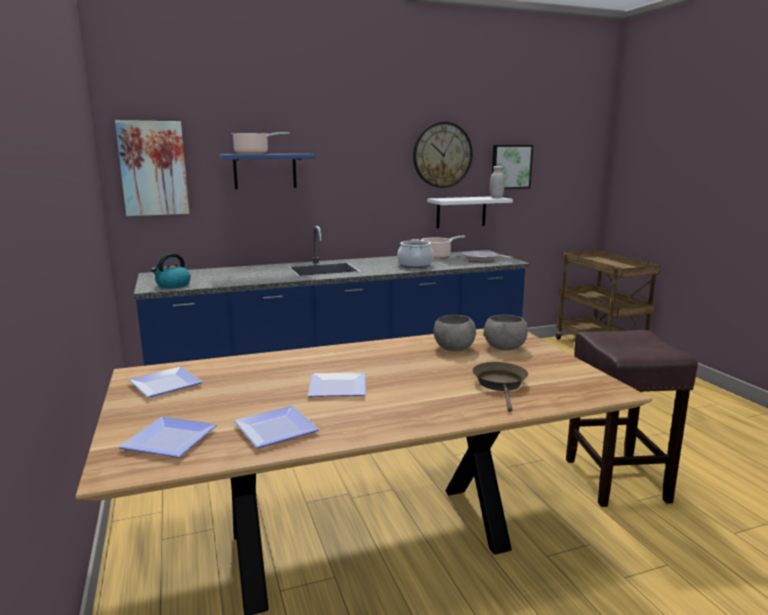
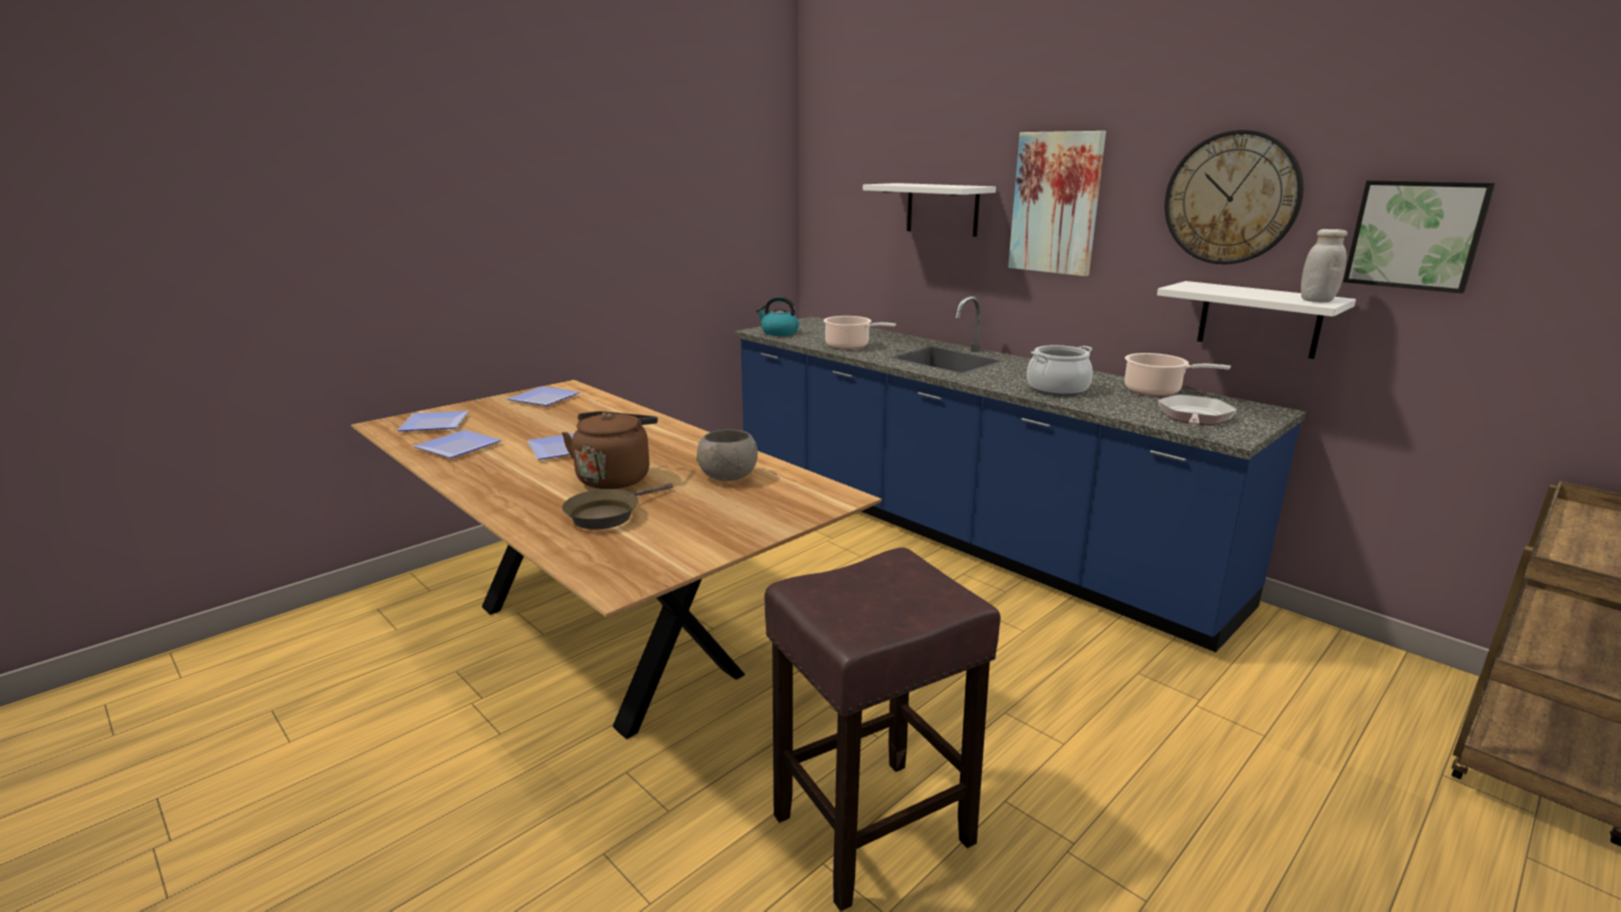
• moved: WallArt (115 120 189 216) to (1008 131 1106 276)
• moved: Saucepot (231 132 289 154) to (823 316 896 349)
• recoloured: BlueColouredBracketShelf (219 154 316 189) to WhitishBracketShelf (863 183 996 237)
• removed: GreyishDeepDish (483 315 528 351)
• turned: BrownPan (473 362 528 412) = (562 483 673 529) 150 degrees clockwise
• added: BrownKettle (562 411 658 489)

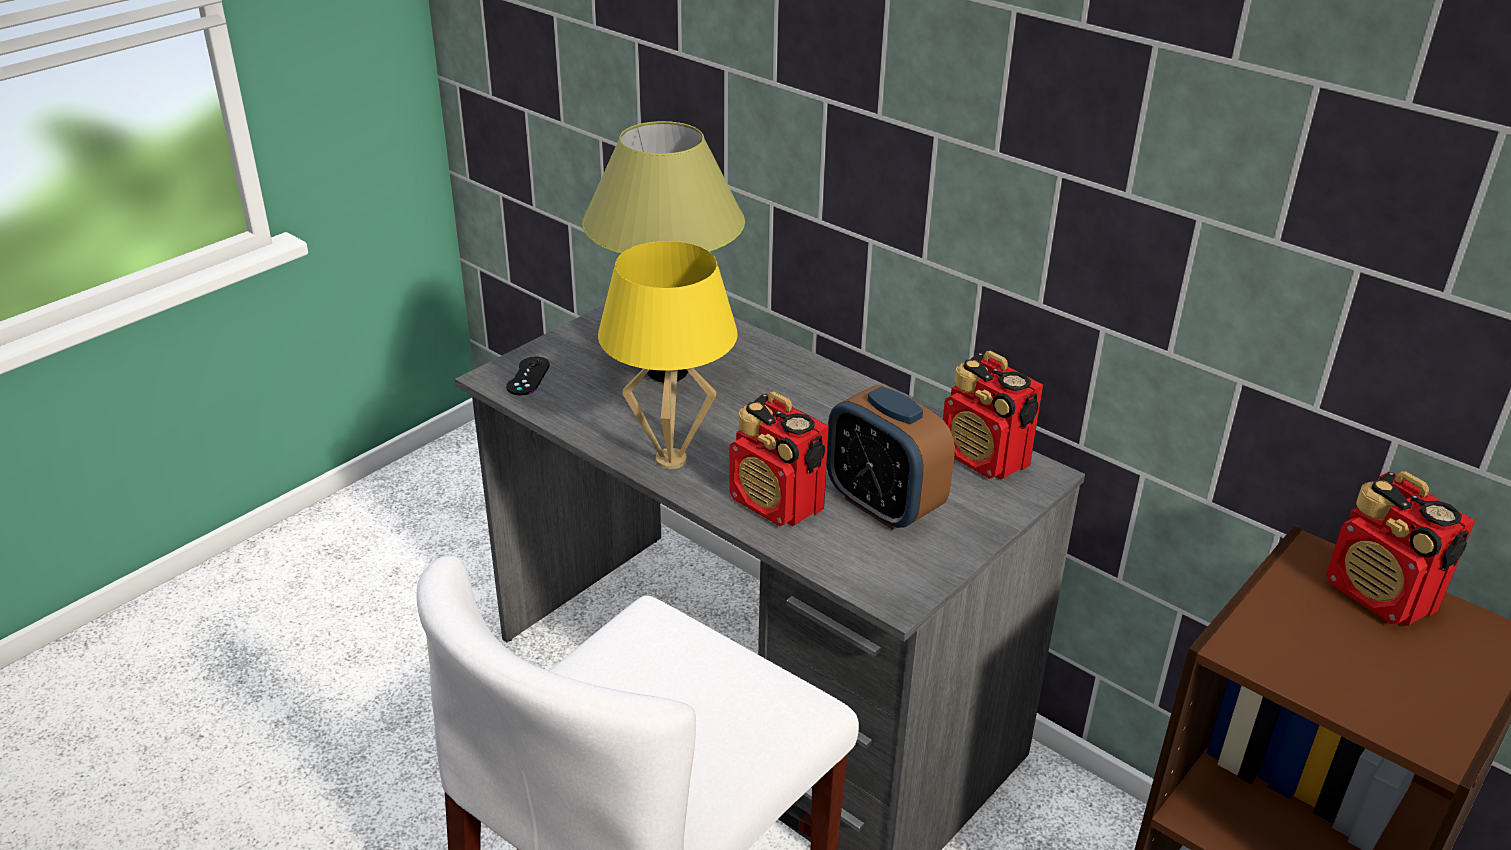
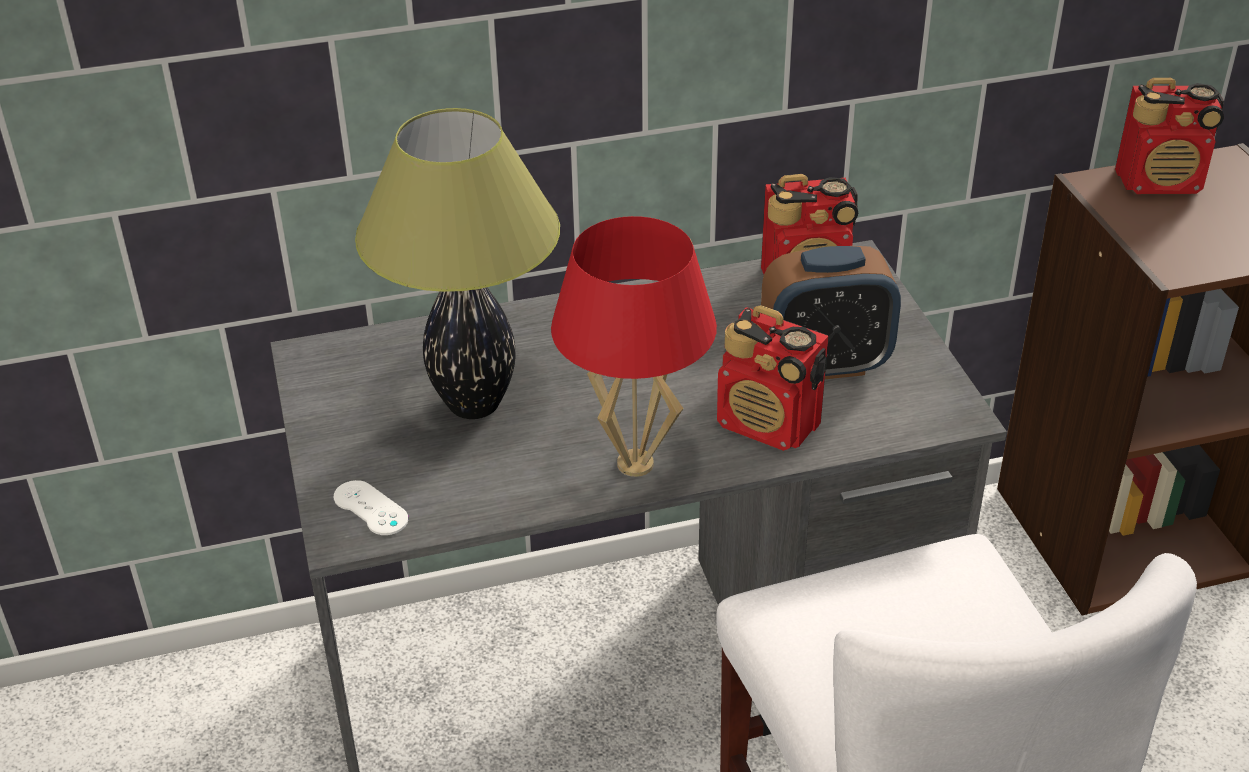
• recoloured: YellowColouredLampForATable (598 241 738 469) to ReddishLampForATable (551 216 717 477)
• recoloured: BlackColouredJoypad (506 356 550 395) to WhitishJoypad (334 480 408 535)
• turned: Radio (729 392 829 526) = (717 305 829 451) 45 degrees clockwise

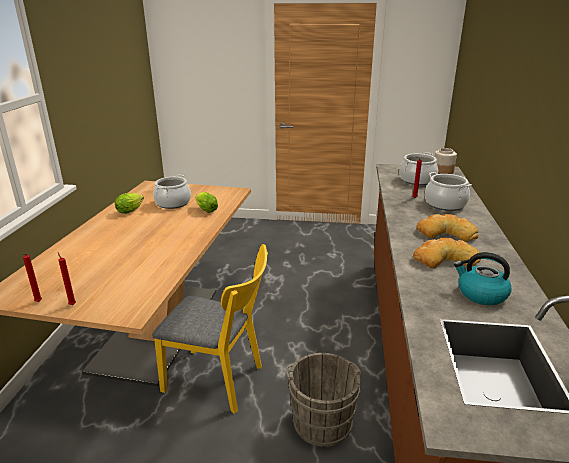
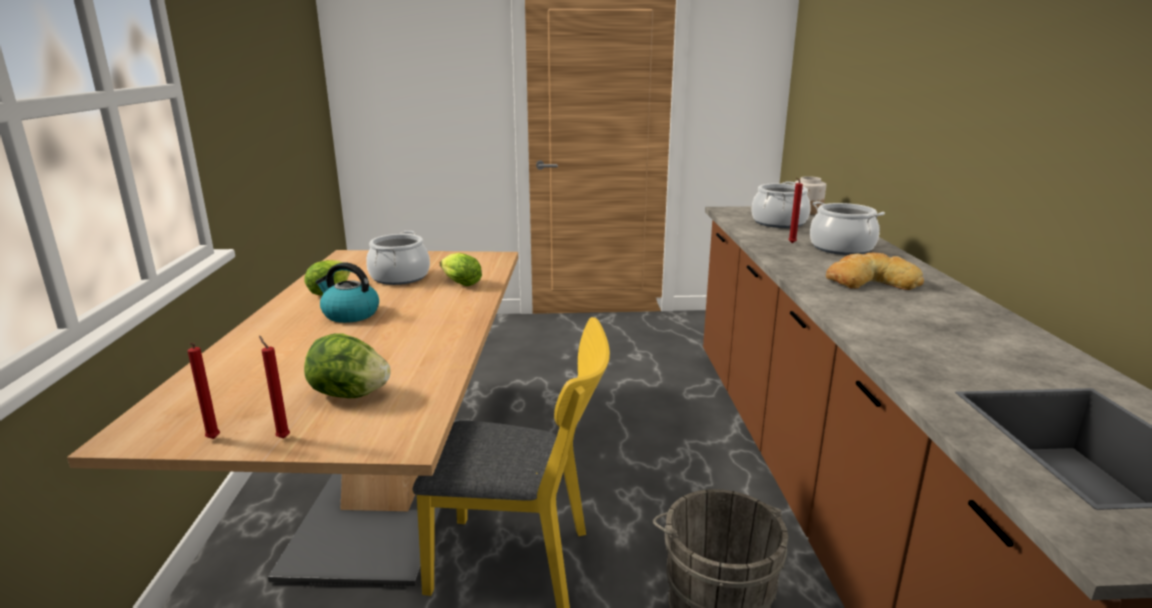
• removed: Bread (413 238 481 268)
• moved: Kettle (454 252 512 305) to (315 263 379 323)
• added: LettuceHead (304 333 391 398)

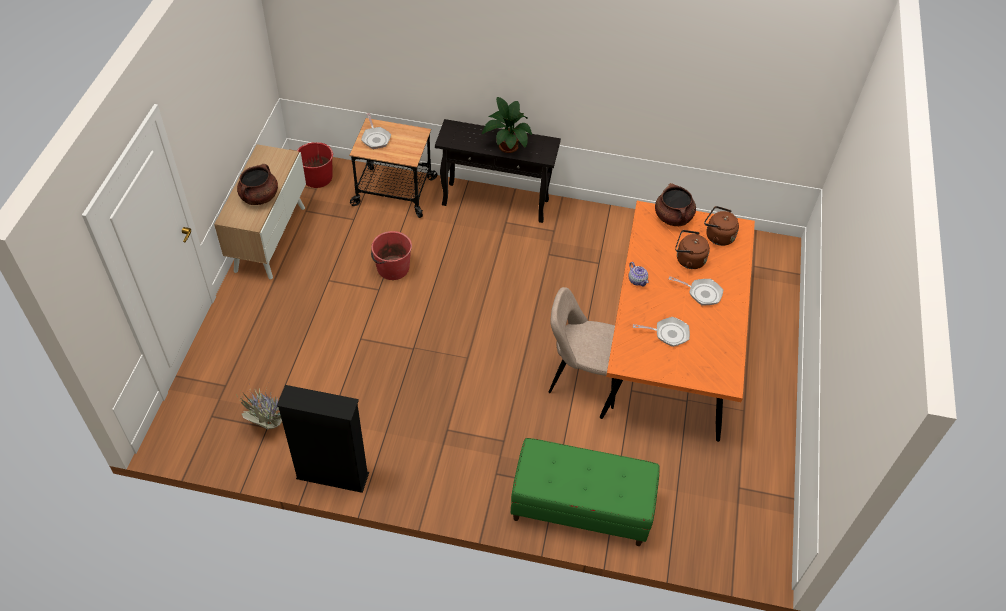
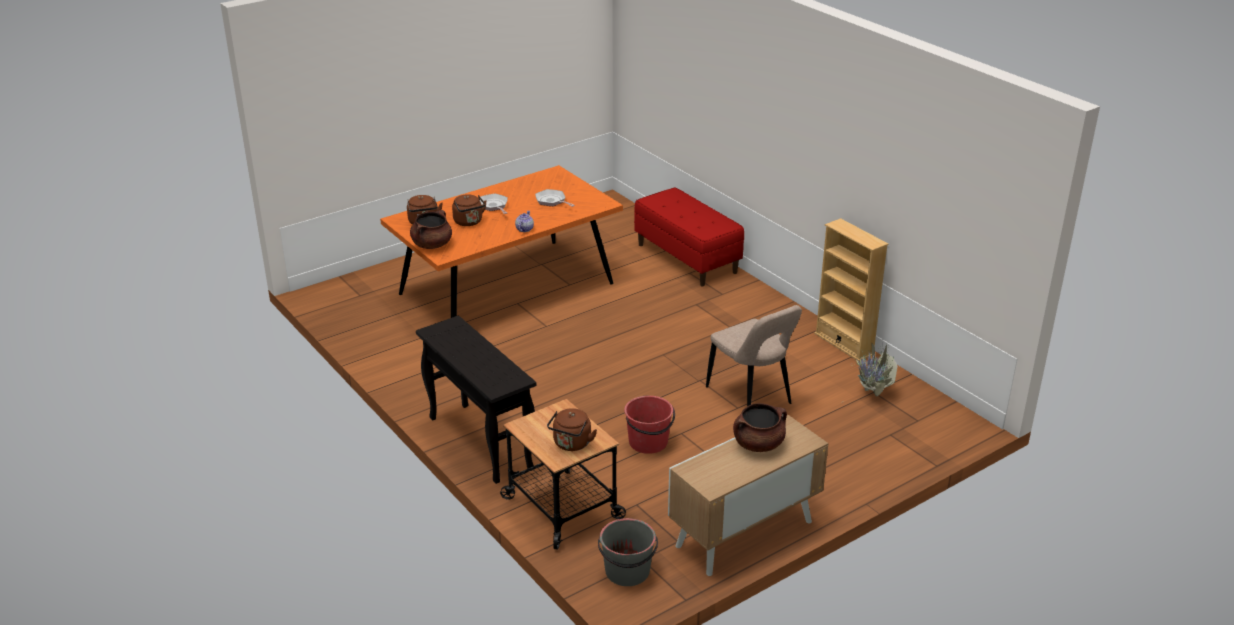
• removed: PottedPlant (482 97 532 153)
• replaced: Pan (361 113 391 149) to BrownKettle (547 408 597 451)
• recoloured: ReddishBucket (297 142 333 188) to GreyishBucket (598 518 658 586)
• moved: BeigeUprightChair (549 287 617 409) to (706 305 802 407)
• recoloured: BlackColouredBookcase (277 385 369 493) to BeigeBookcase (814 218 888 361)
• recoloured: GreenishBench (511 438 660 546) to ReddishBench (634 188 744 286)

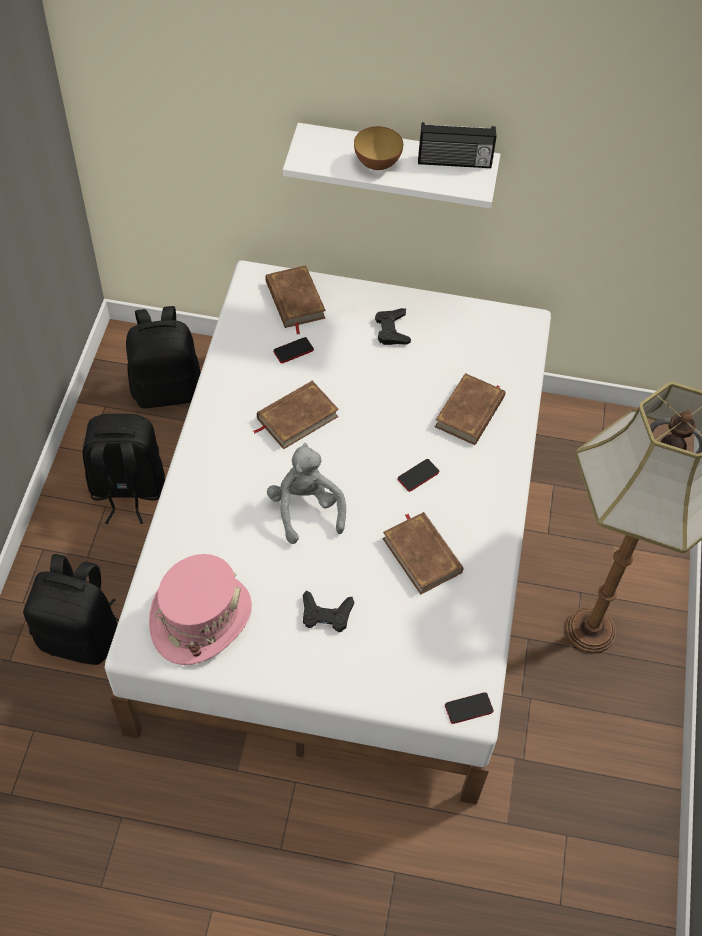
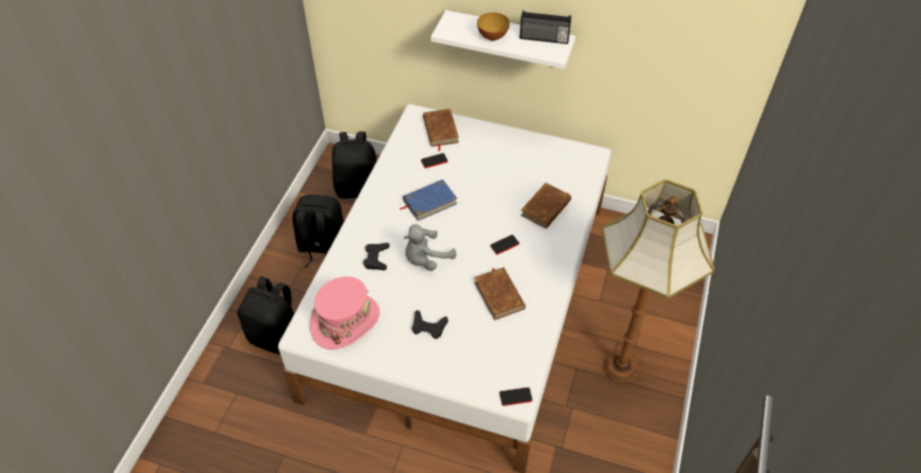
• moved: BlackColouredJoypad (375 308 411 345) to (363 243 390 270)
• recoloured: BrownBoundBook (253 381 339 449) to BlueColouredBoundBook (400 179 457 221)
• turned: GreyishSoftToy (267 443 346 544) = (404 224 456 271) 120 degrees counterclockwise

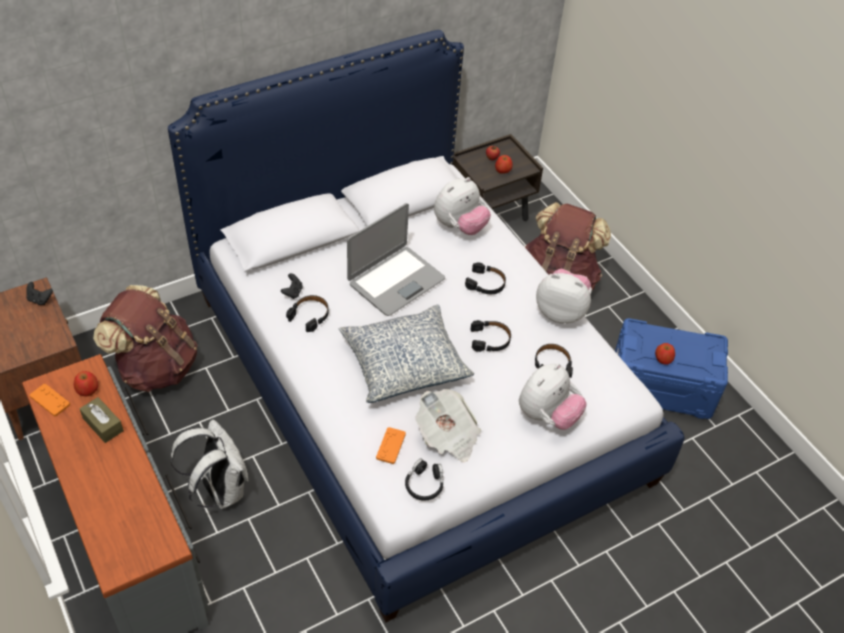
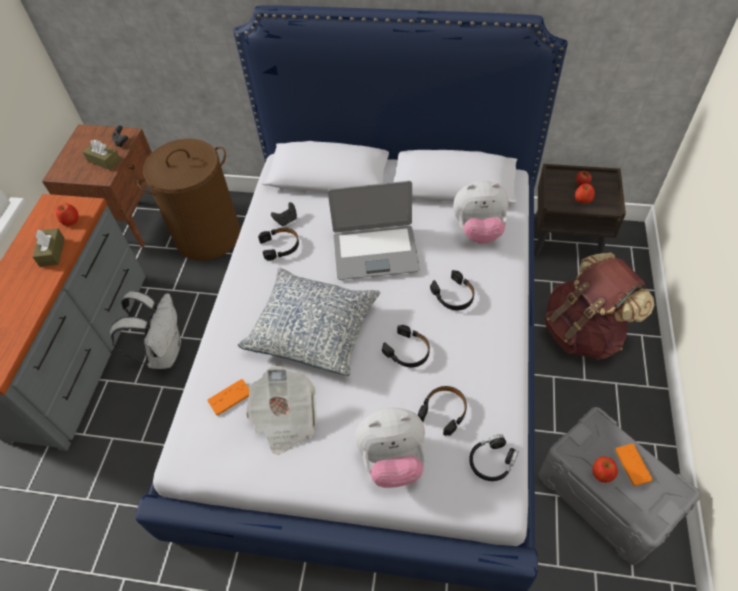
• removed: SoftToy (536 269 592 324)
• replaced: BrownRucksack (93 285 197 392) to BrownLaundryBasket (137 139 240 261)
• recoloured: BlueColouredStorageBox (615 318 728 419) to GreyishStorageBox (538 407 701 565)
• moved: OrangeColouredJoypad (29 384 70 417) to (615 443 653 486)
• moved: BlackColouredHeadset (405 459 443 501) to (469 434 519 481)
• added: BrownTissueHolder (83 140 121 170)

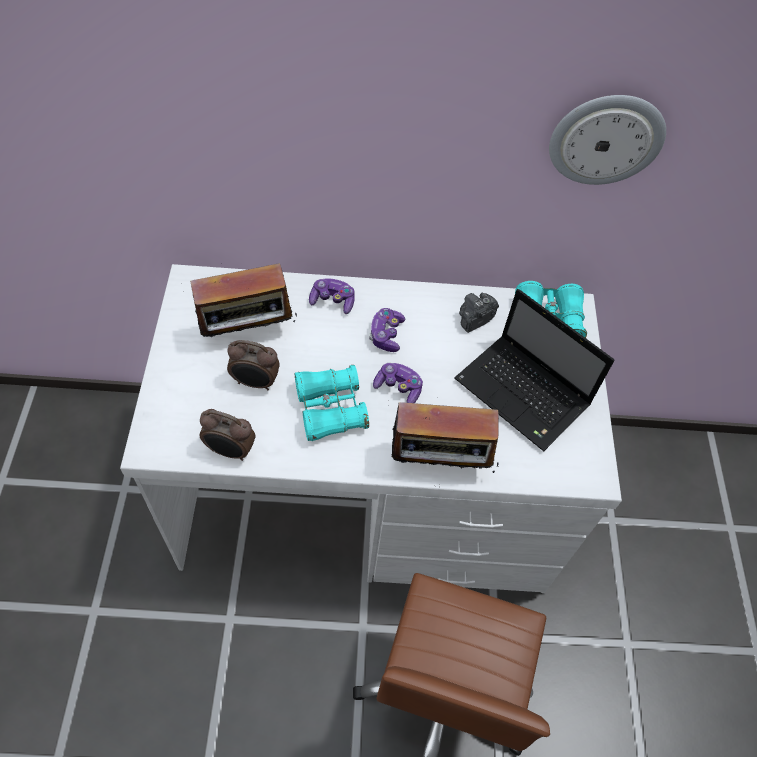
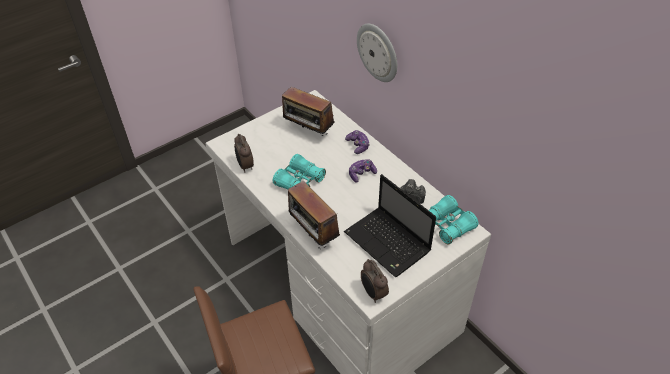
• moved: ClockOnTheWall (549 95 666 185) to (357 24 397 82)
• turned: NotebookComputer (454 289 615 451) = (344 174 436 277) 45 degrees counterclockwise
• moved: BedsideClock (227 340 280 390) to (361 259 389 303)
• removed: Joypad (373 363 423 403)

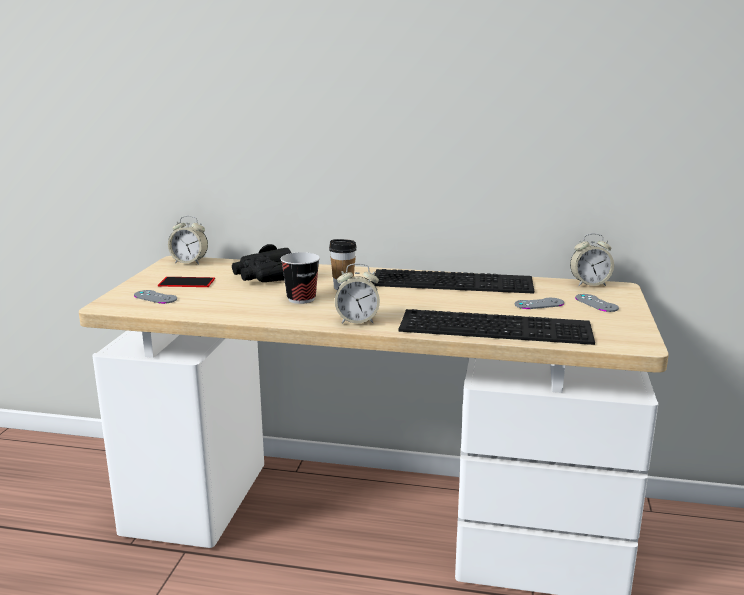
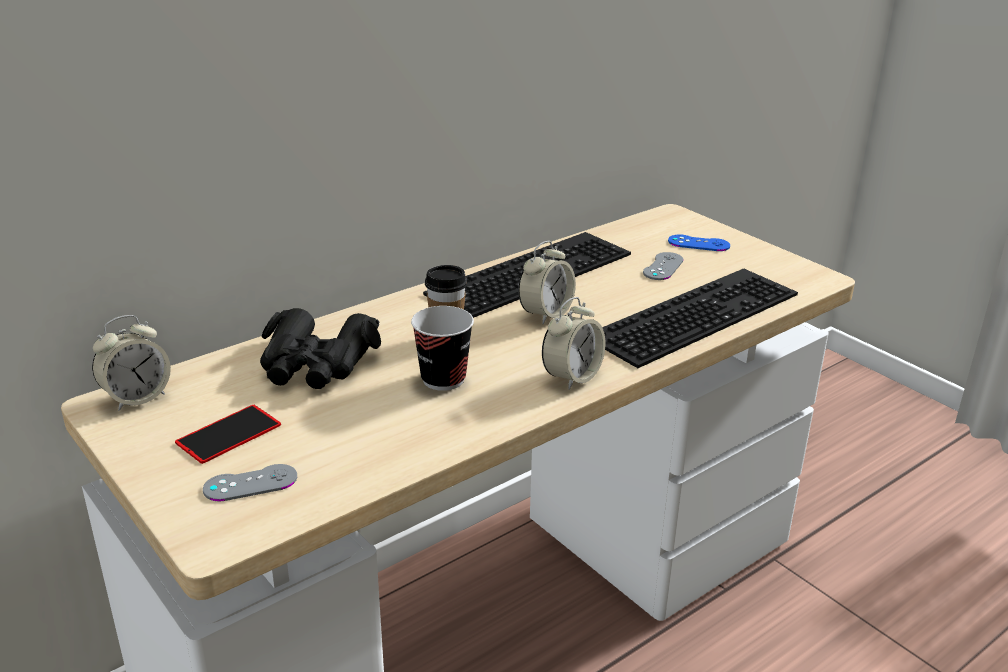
• moved: BedsideClock (570 233 614 287) to (518 241 576 324)
• recoloured: GreyishJoypad (575 294 619 312) to BlueColouredJoypad (668 235 730 251)

